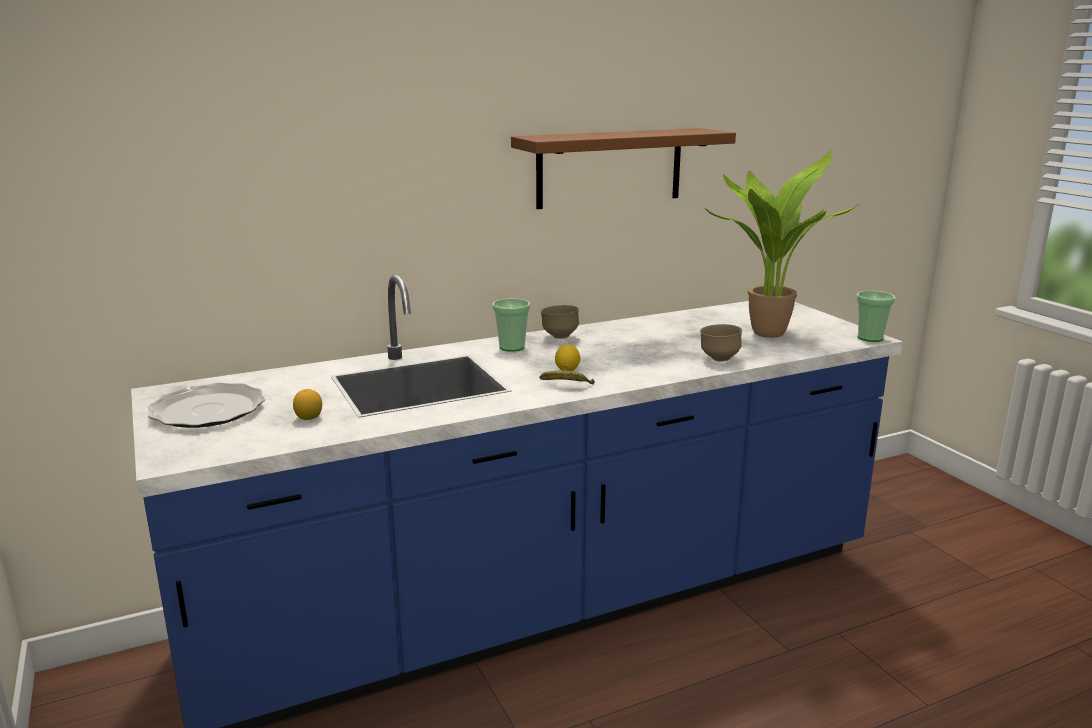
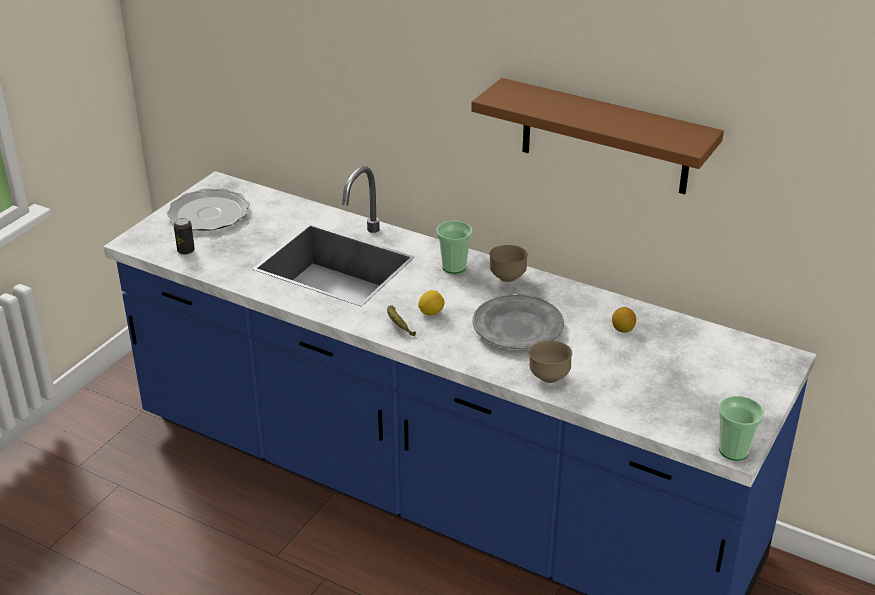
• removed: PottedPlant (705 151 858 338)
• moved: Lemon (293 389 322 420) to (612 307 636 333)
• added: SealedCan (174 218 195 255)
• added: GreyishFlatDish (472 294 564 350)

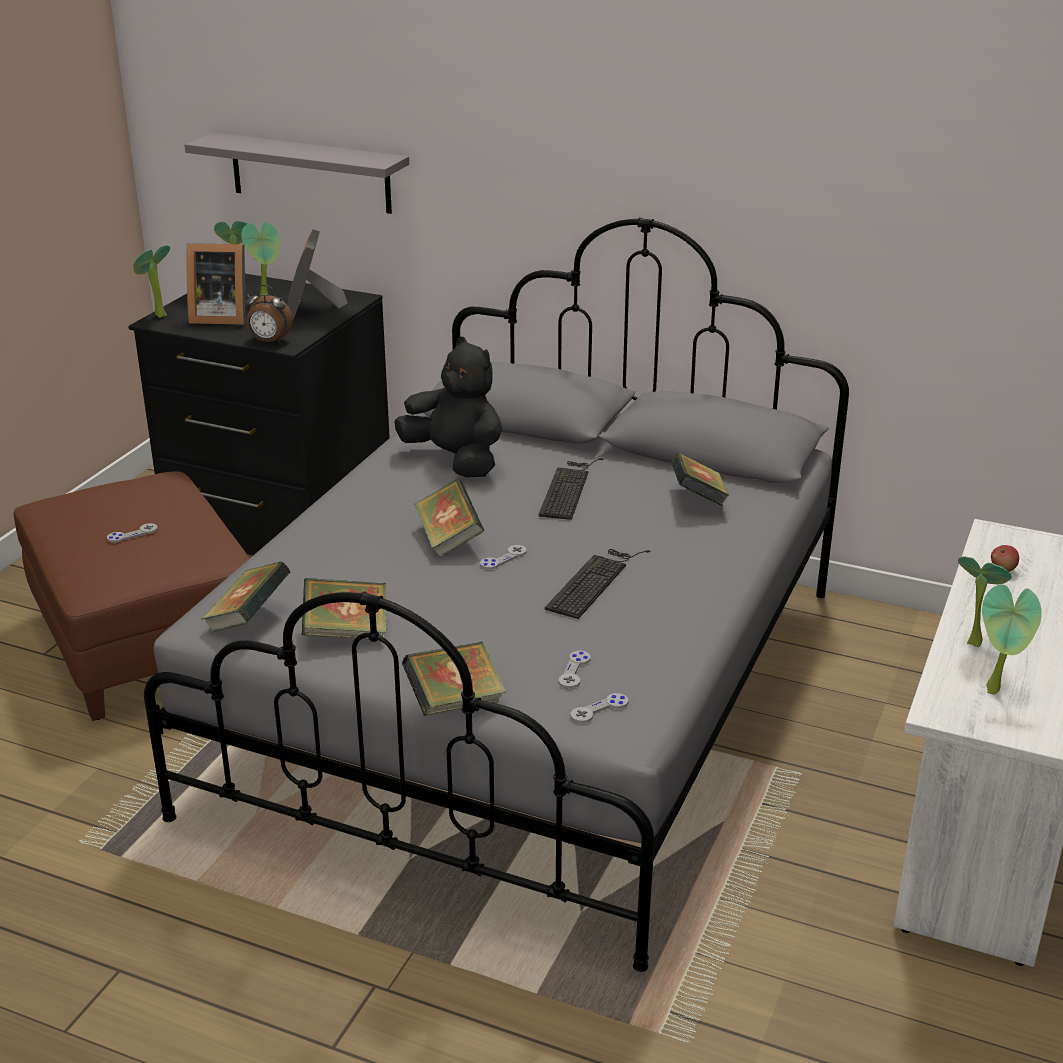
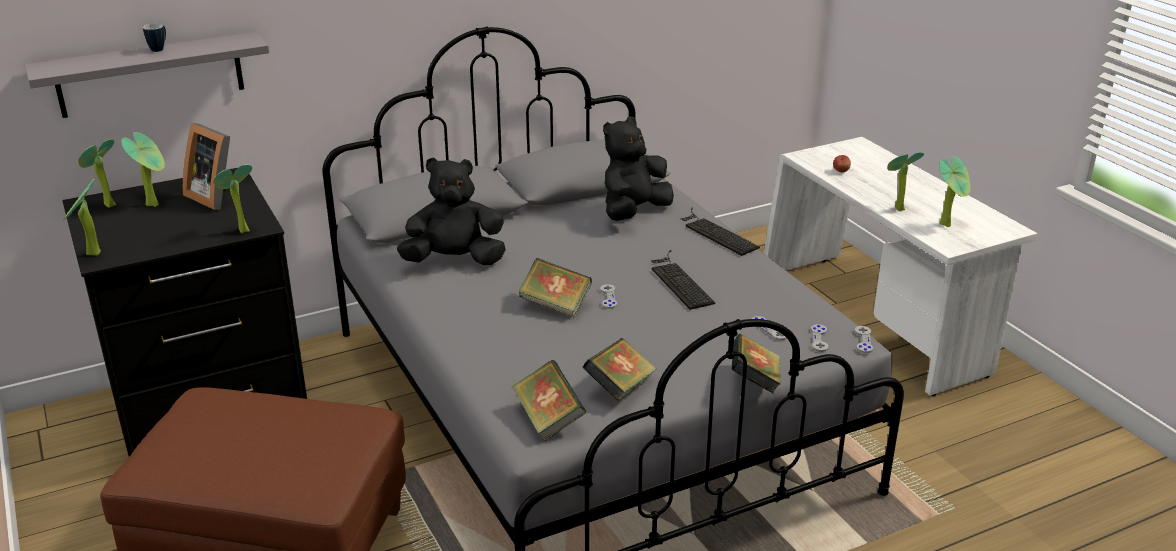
• removed: PhotoFrame (187 243 246 325)
• replaced: BedsideClock (245 285 293 344) to PottedPlant (213 164 252 233)
• replaced: BoundBook (671 453 730 506) to BlackColouredSoftToy (603 117 674 221)
• moved: PcKeyboard (539 458 603 520) to (680 208 760 256)
• moved: GreyishJoypad (107 523 158 543) to (855 326 873 353)
• added: Mug (143 23 166 52)

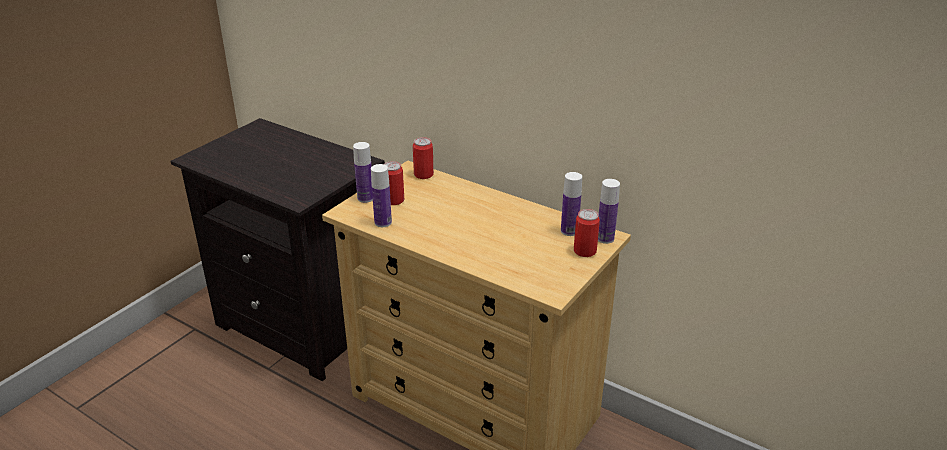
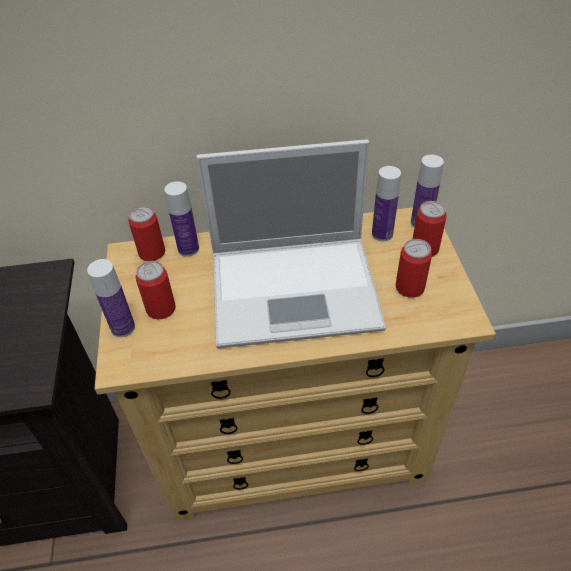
• moved: DrinkBottle (371 164 392 227) to (164 181 199 257)
• added: NotebookComputer (196 139 386 348)
• added: SealedCan (396 239 432 298)

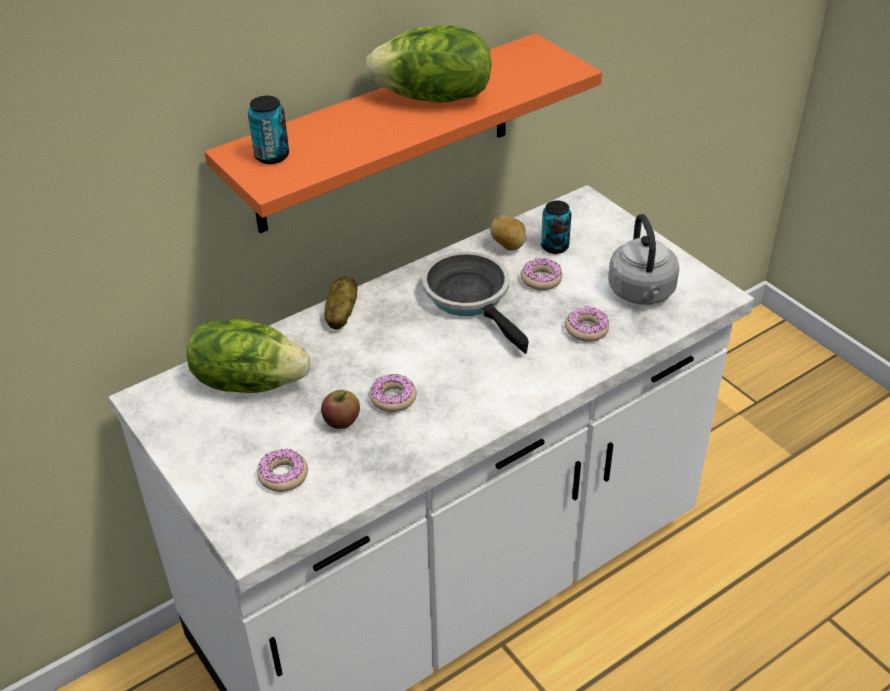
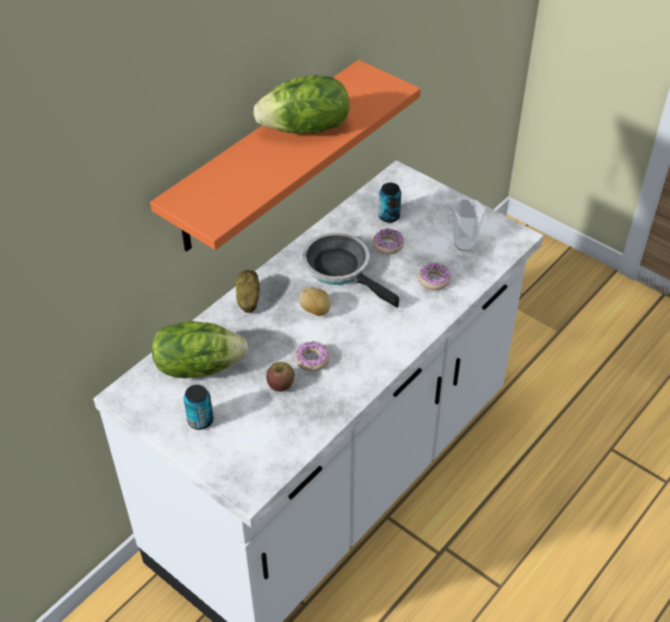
• moved: SealedCan (248 96 289 164) to (184 385 214 430)
• replaced: GreyishKettle (608 214 680 305) to DrinkingCup (453 199 485 251)
• moved: Potato (490 215 526 251) to (299 287 331 316)
• removed: RingDoughnut (257 449 308 492)

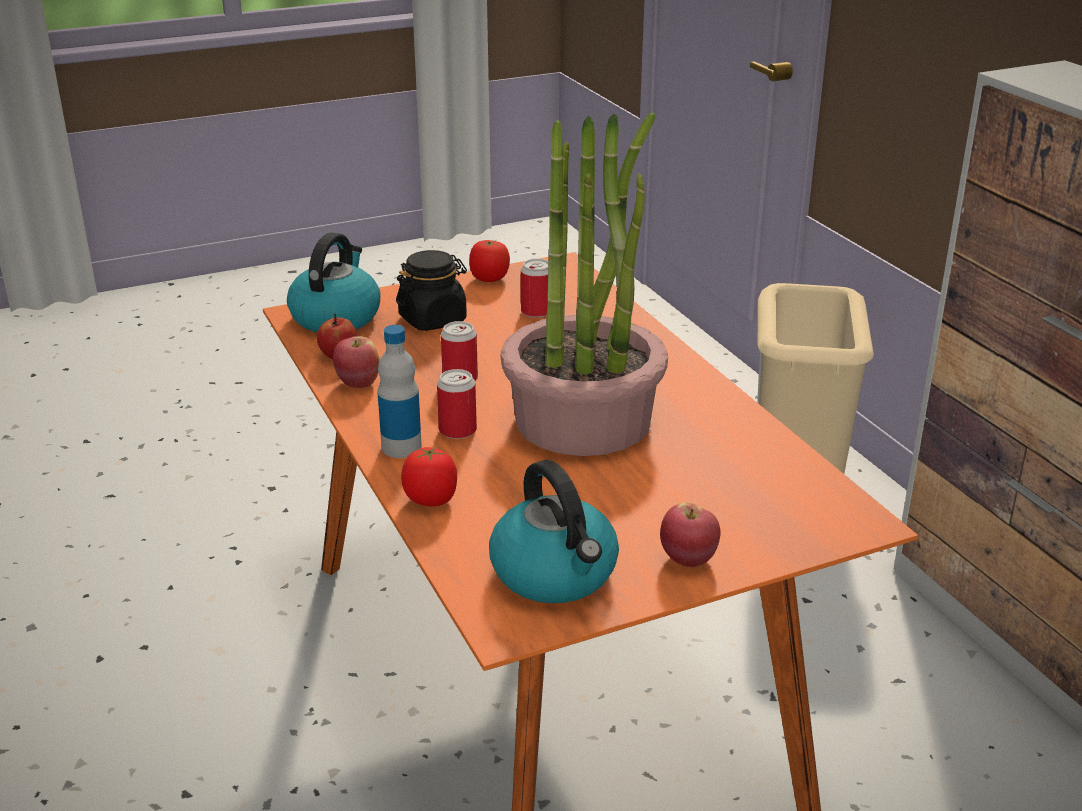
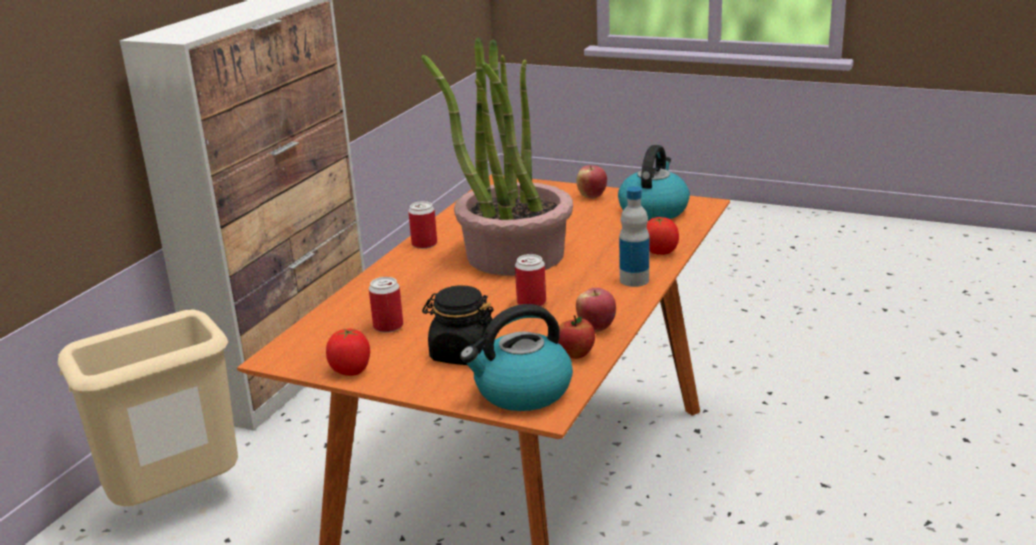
• moved: SealedCan (437 369 477 439) to (408 201 437 249)

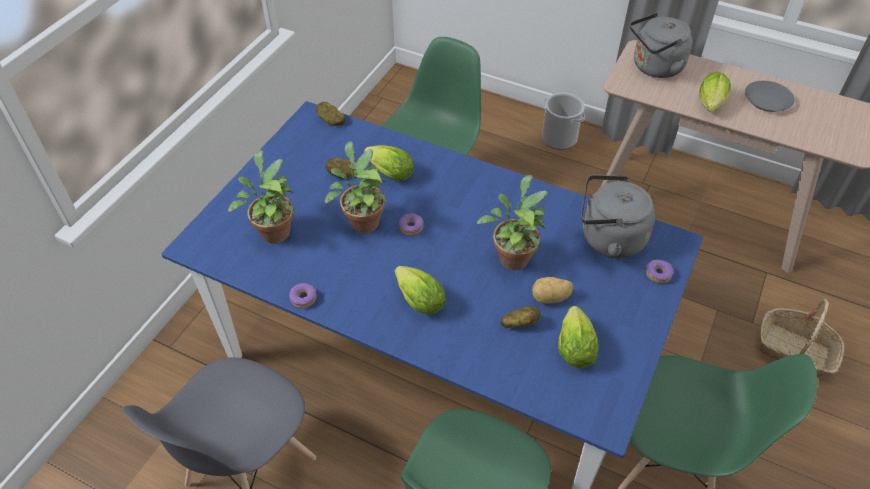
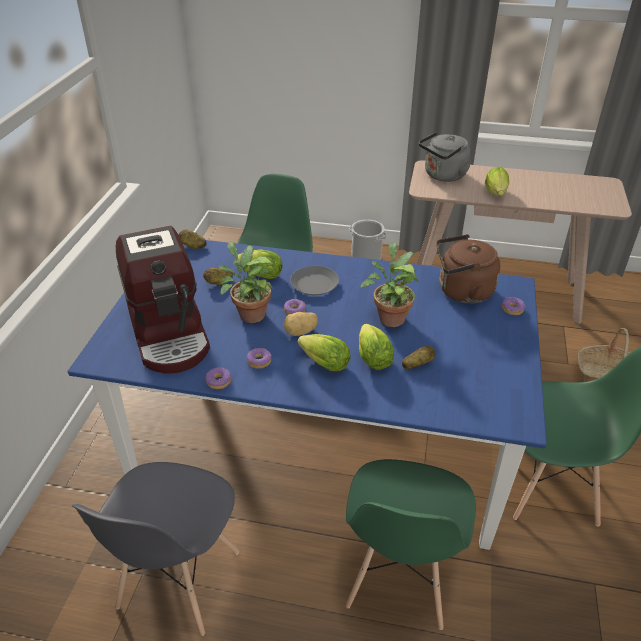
• moved: GreyishFlatDish (745 81 795 112) to (290 266 339 295)
• replaced: PottedPlant (228 150 295 244) to CoffeeBrewer (116 226 210 373)
• recoloured: GreyishKettle (581 175 655 258) to BrownKettle (436 234 500 304)
• moved: Potato (532 277 574 304) to (284 312 318 336)
• moved: LettuceHead (558 306 598 368) to (359 324 394 370)
• added: RingDoughnut (247 348 272 369)

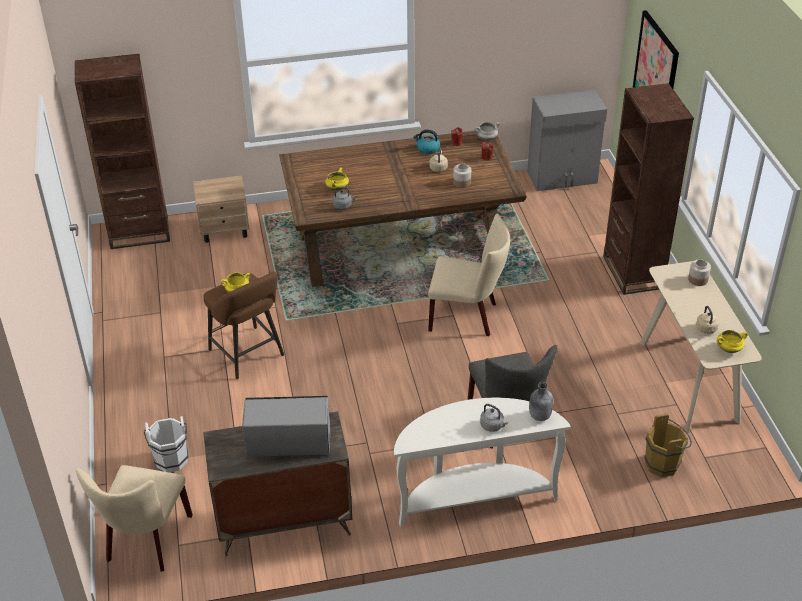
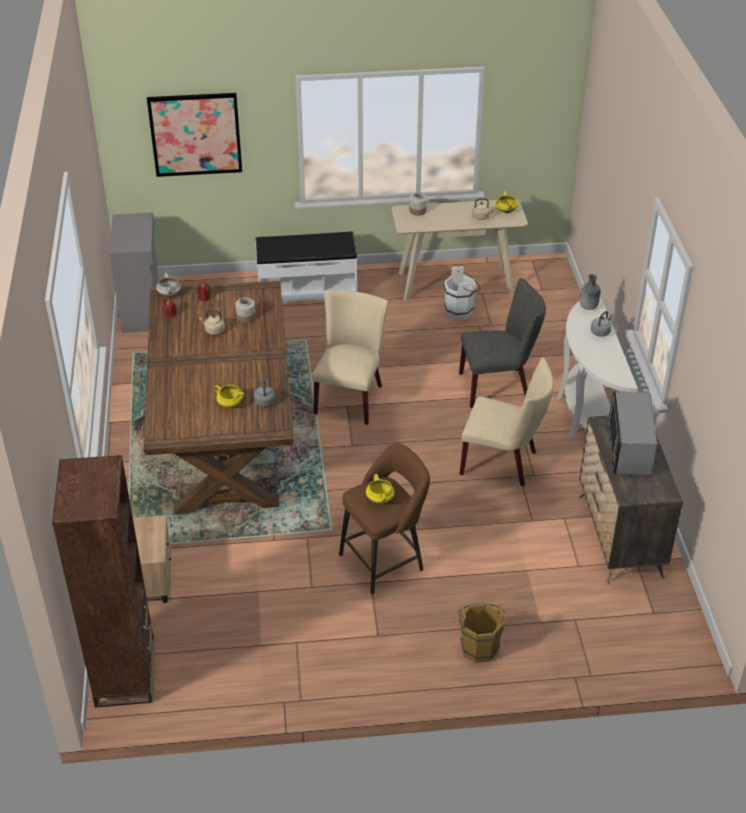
• replaced: BrownBookcase (603 83 694 295) to WhitishBench (255 232 357 304)
• removed: Kettle (413 130 440 154)
• moved: BrownBucket (644 414 692 477) to (458 604 505 663)
• moved: WhitishBucket (144 416 188 472) to (444 266 480 319)
• moved: BeigeUprightChair (76 465 193 572) to (459 357 554 487)

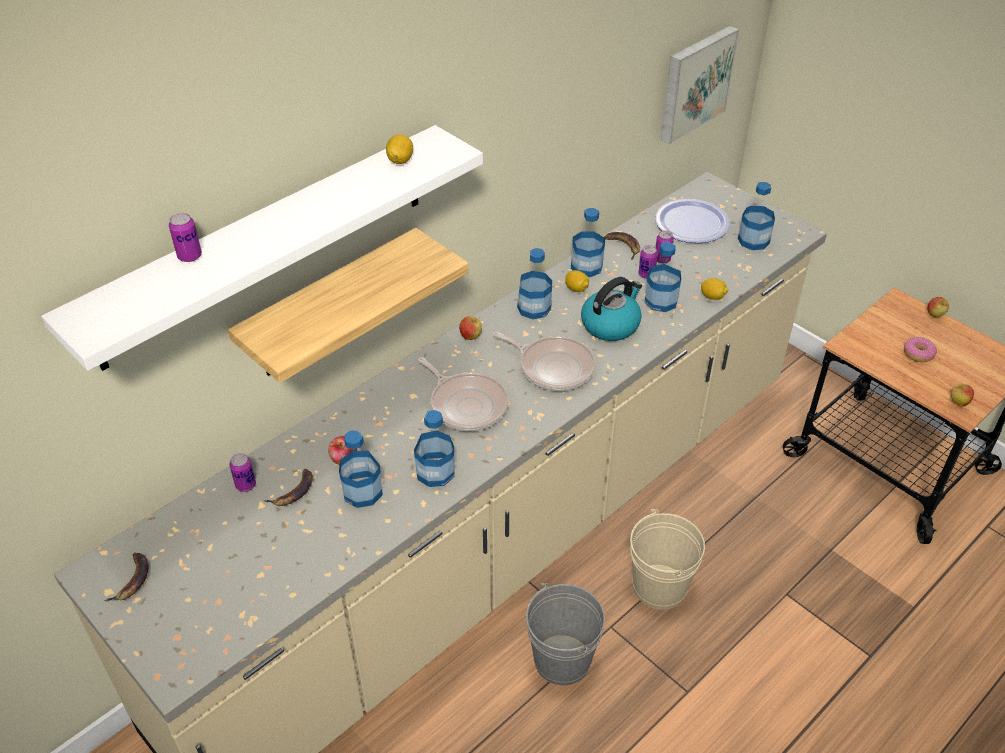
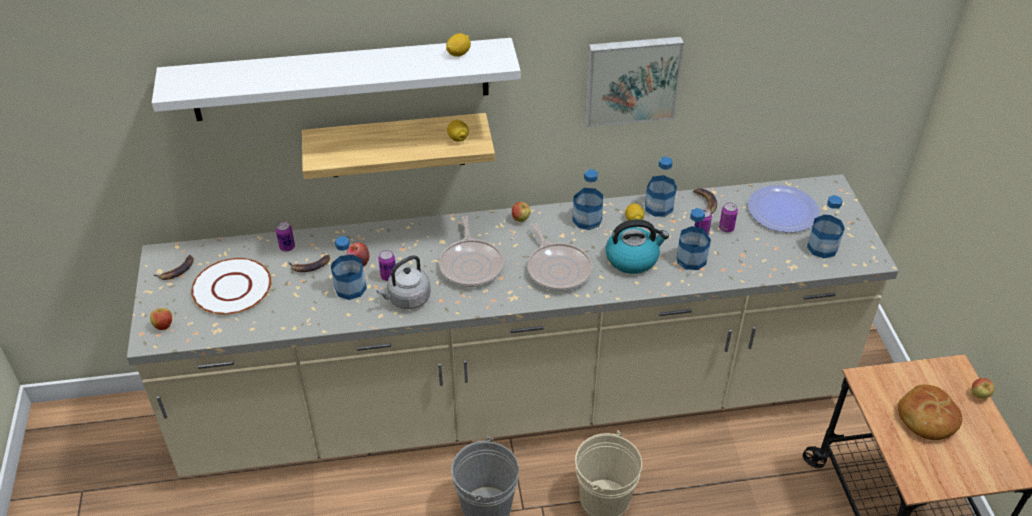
• moved: WallArt (661 26 739 144) to (585 37 684 127)
• moved: SealedCan (169 213 202 262) to (378 250 396 281)
• moved: Lemon (701 278 729 300) to (447 120 469 142)
• replaced: RingDoughnut (904 337 937 362) to Bread (898 385 962 440)
• moved: AppleFruit (951 383 974 407) to (150 305 172 330)
• replaced: DrinkBottle (414 410 455 487) to GreyishKettle (376 255 431 309)
• added: WhitishFlatDish (191 258 272 315)

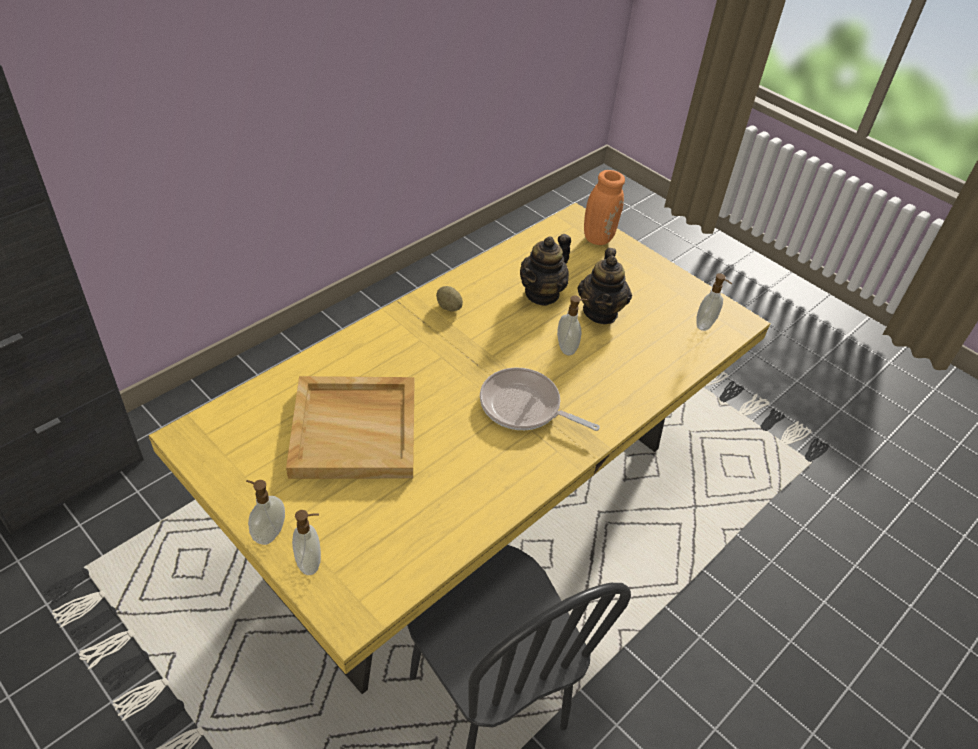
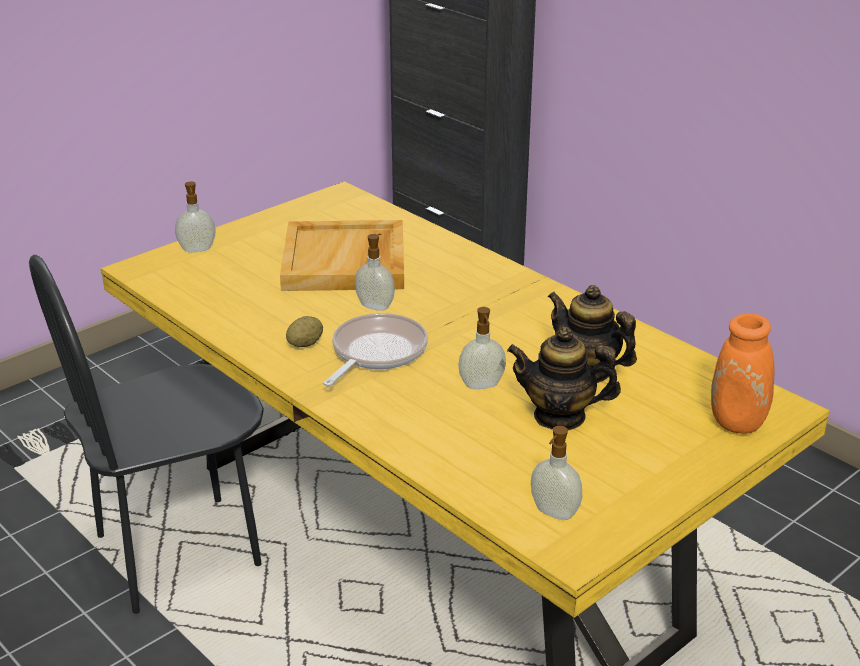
• moved: Potato (436 286 463 312) to (286 316 323 347)
• moved: LiquidSoapBottle (246 480 285 545) to (355 233 395 311)

